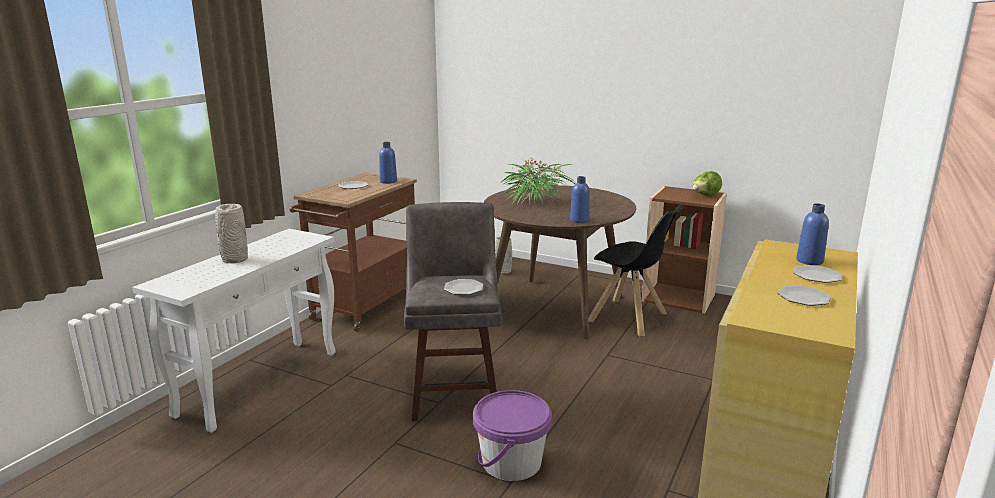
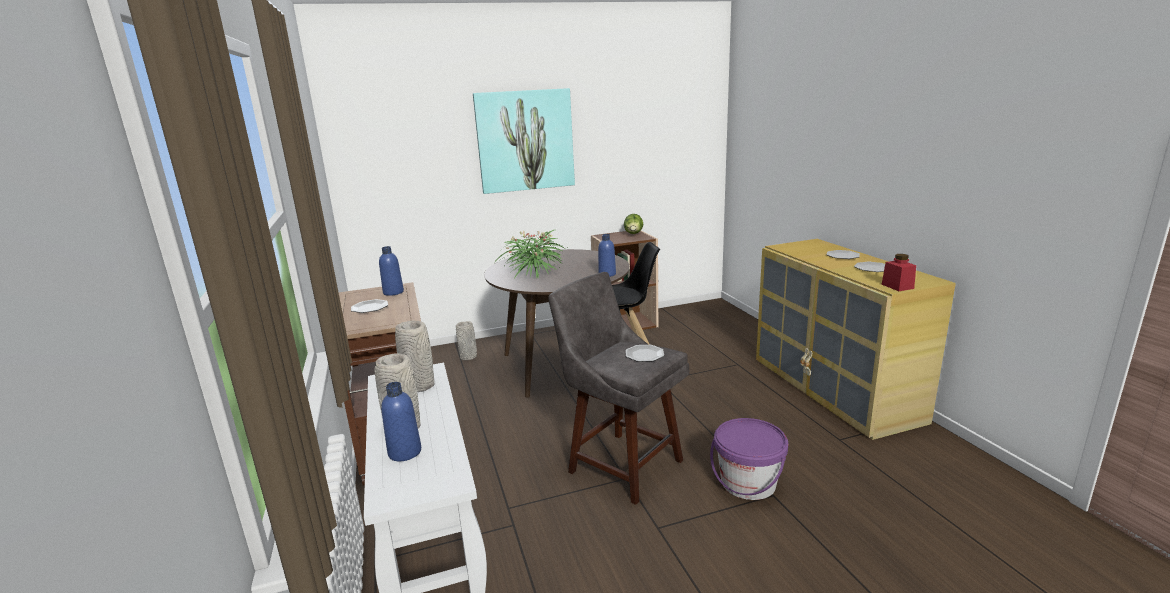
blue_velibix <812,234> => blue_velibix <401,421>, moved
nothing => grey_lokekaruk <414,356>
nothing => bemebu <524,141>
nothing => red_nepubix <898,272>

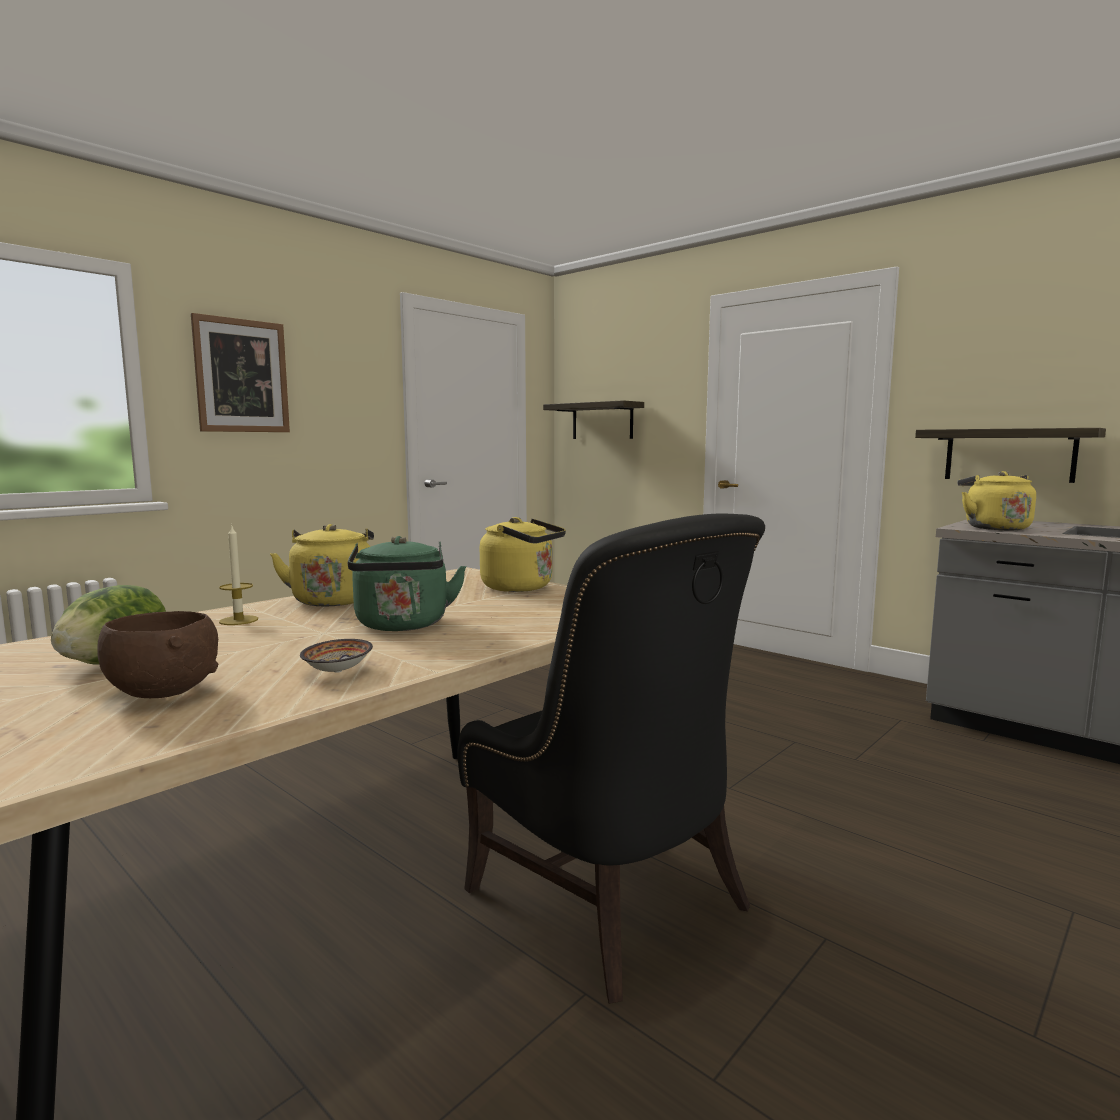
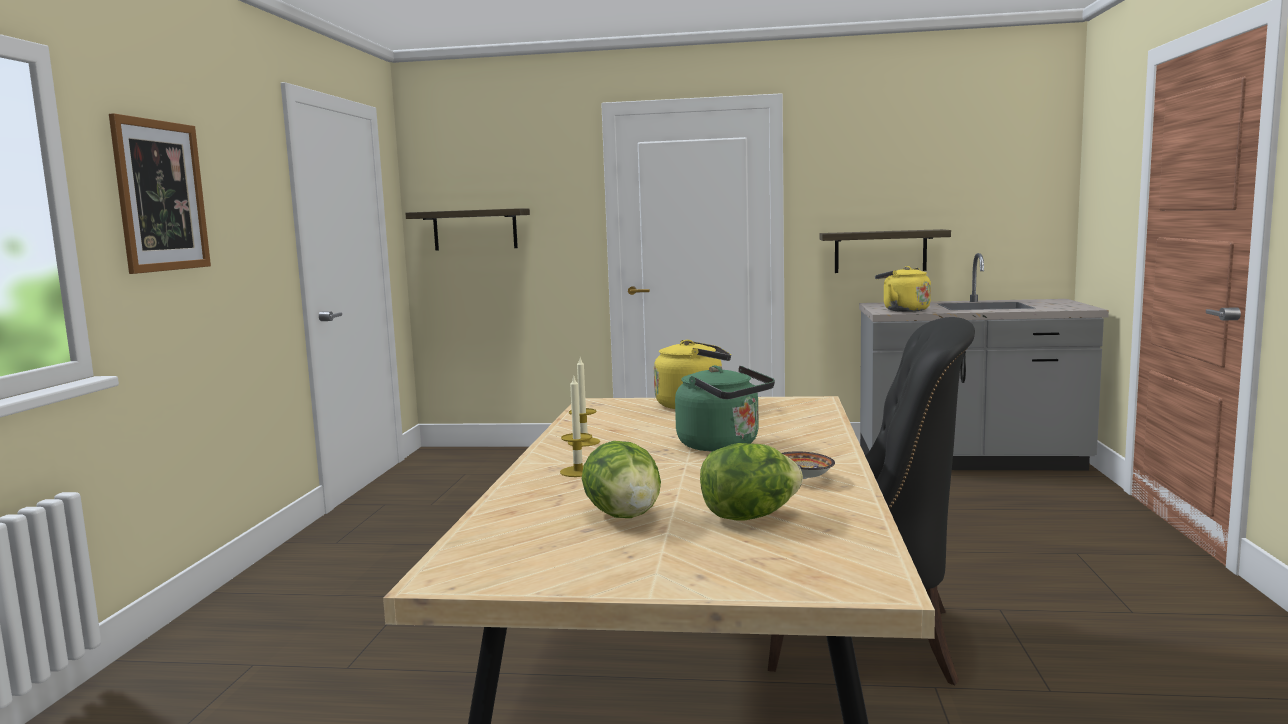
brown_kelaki <158,654> => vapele <751,482>
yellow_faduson <322,565> => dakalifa <584,402>

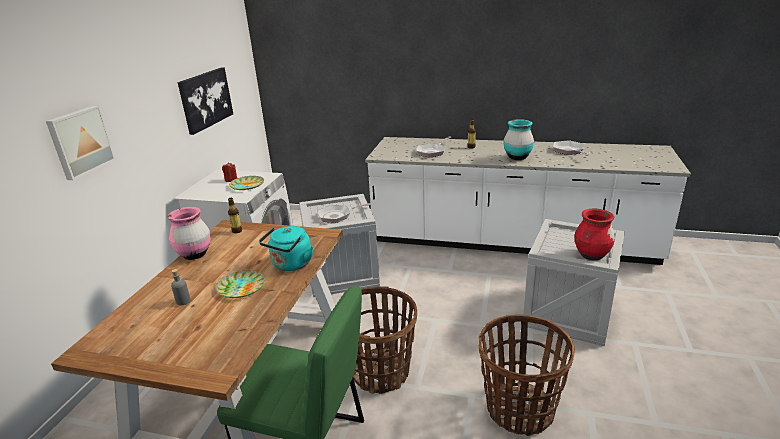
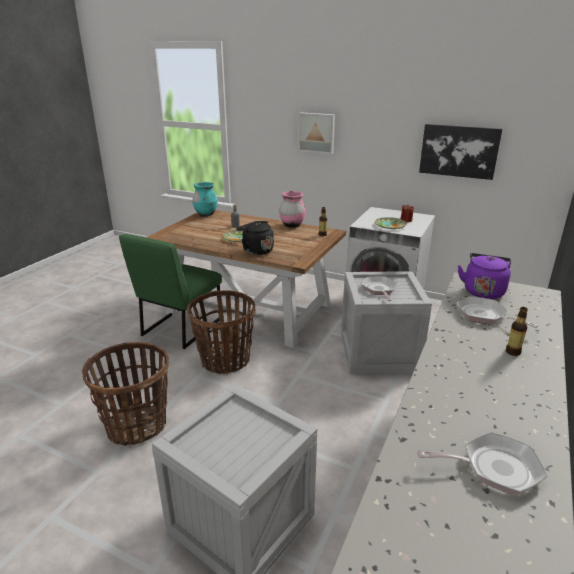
turquoise_faduson <286,248> => black_faduson <255,238>
turquoise_lokekaruk <518,139> => turquoise_lokekaruk <205,199>, moved
red_lokekaruk <595,234> => nothing
nothing => purple_faduson <484,276>

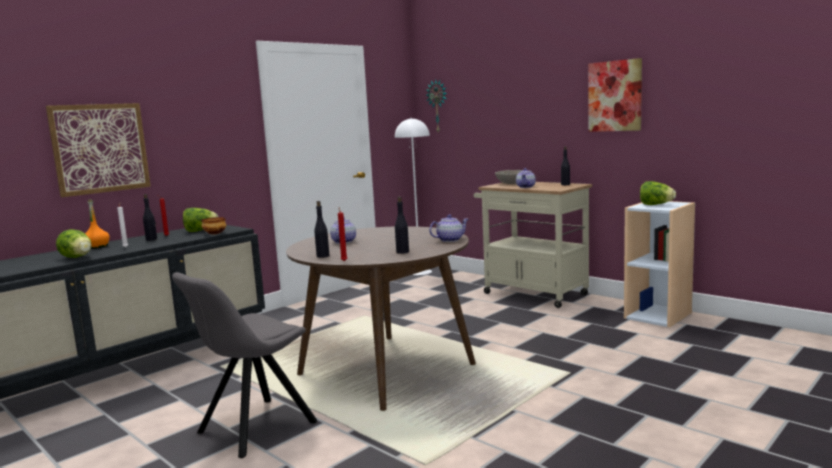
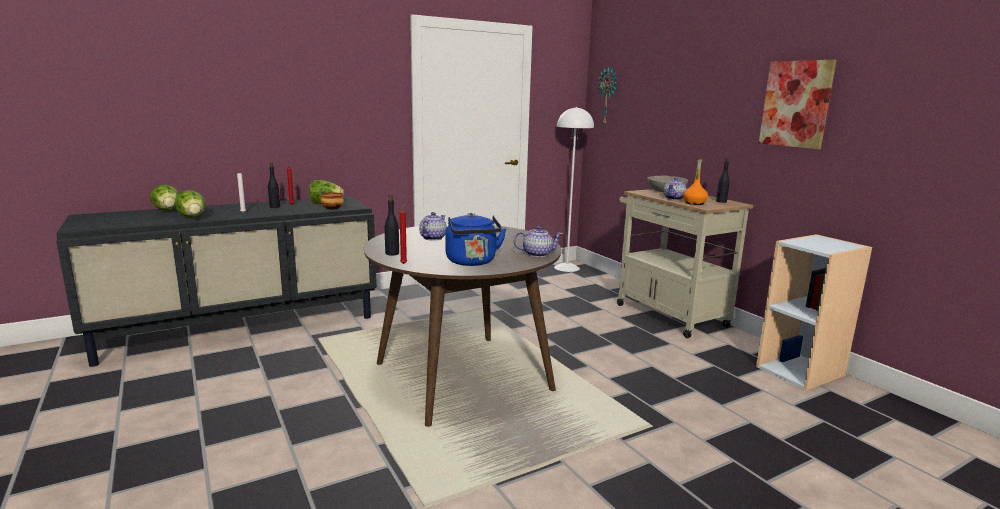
bemebu <98,149> => nothing
orange_velibix <97,224> => orange_velibix <695,181>, moved
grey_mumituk <244,365> => nothing
black_velibix <402,225> => blue_faduson <475,239>
vapele <658,193> => vapele <164,197>, moved

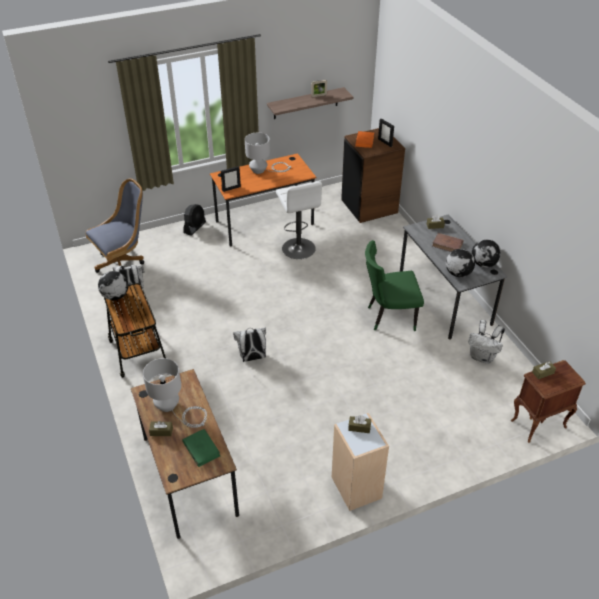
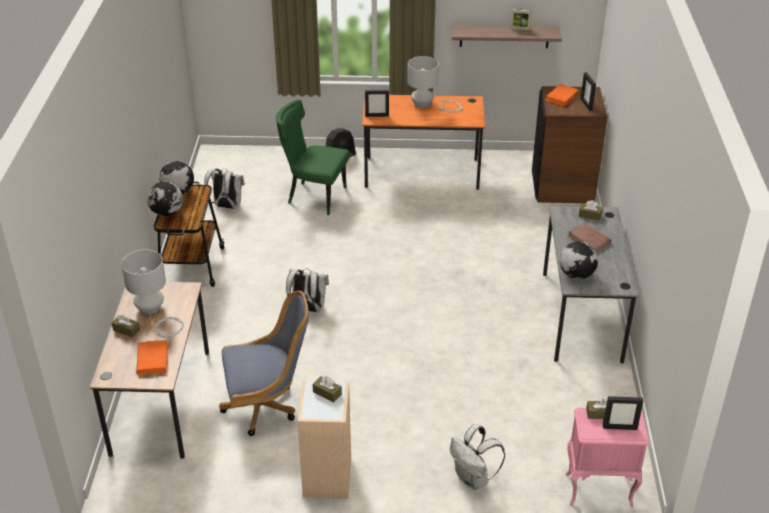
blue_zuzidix <115,225> => blue_zuzidix <264,363>, moved
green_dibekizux <201,448> => orange_dibekizux <152,357>
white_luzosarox <299,220> => nothing
green_mumituk <394,285> => green_mumituk <313,157>, moved
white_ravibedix <486,342> => white_ravibedix <477,457>, moved
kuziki <486,253> => kuziki <165,198>, moved
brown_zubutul <548,401> => pink_zubutul <607,458>
nothing => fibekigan <623,413>

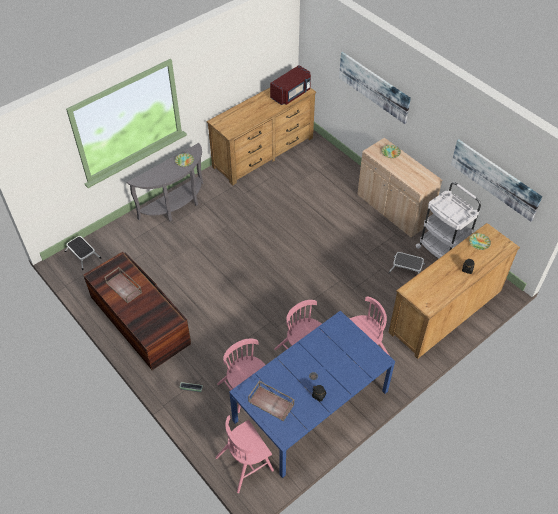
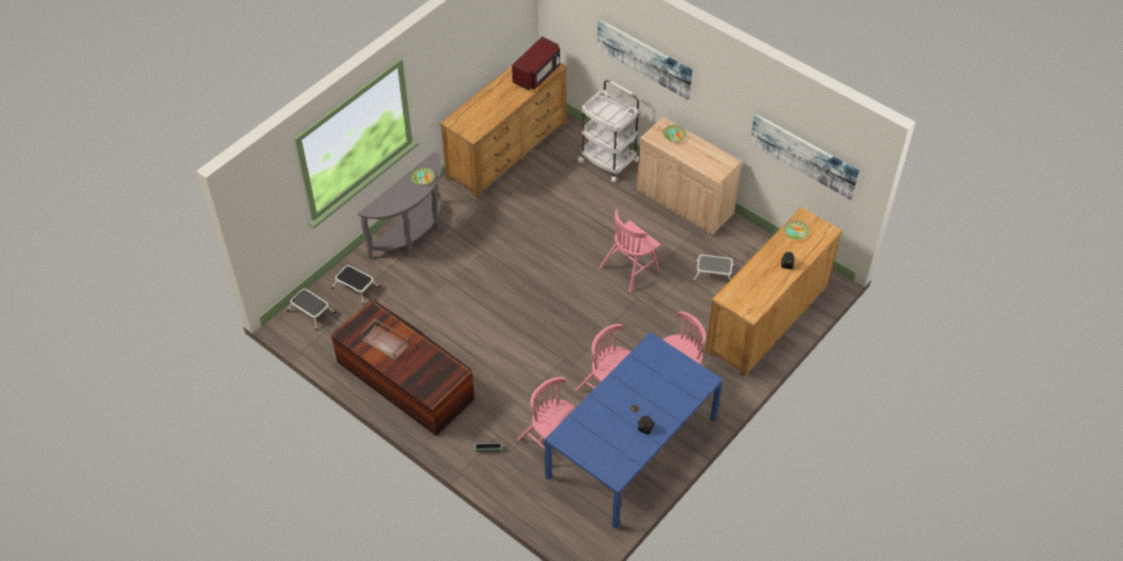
pink_mumituk <244,454> => pink_mumituk <630,251>, moved
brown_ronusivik <271,401> => nothing
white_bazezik <448,220> => white_bazezik <608,131>, moved
nothing => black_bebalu <355,285>

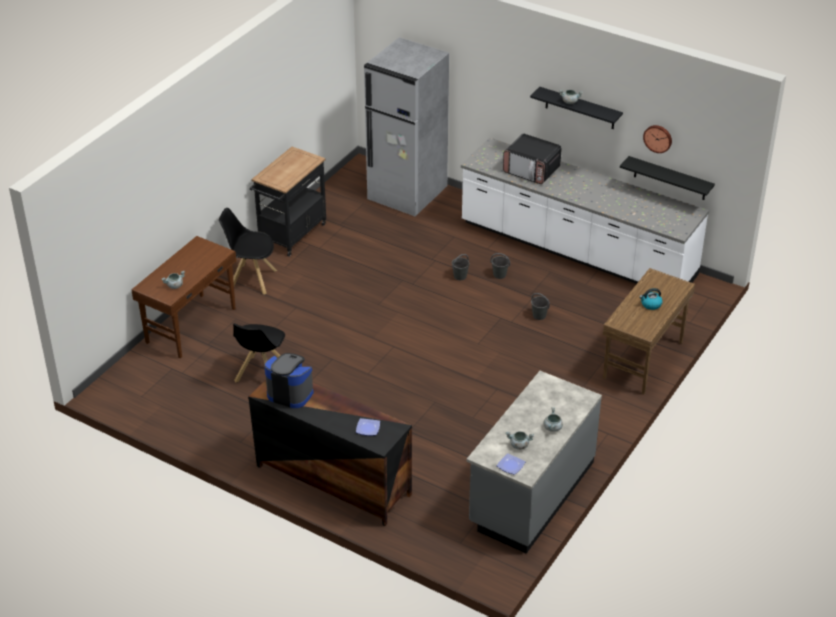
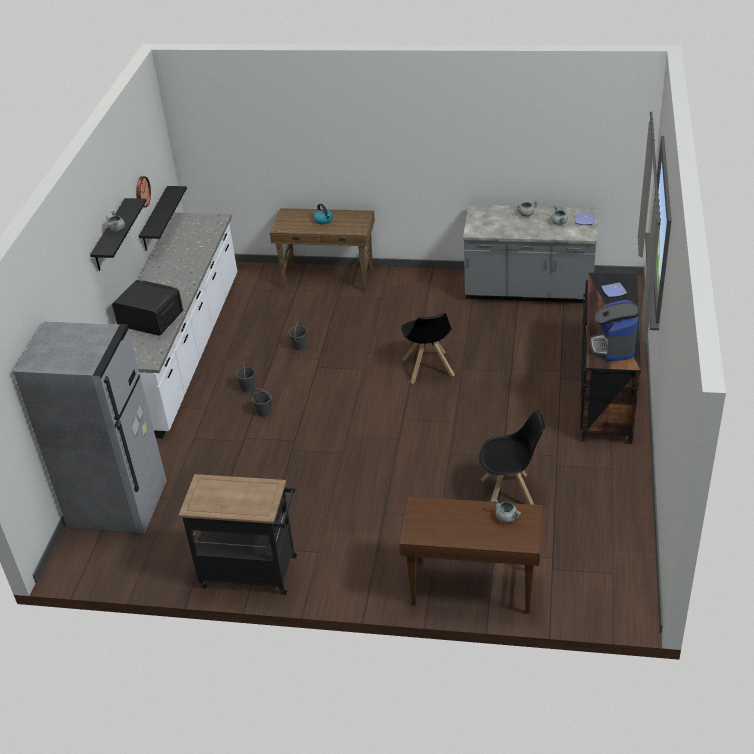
black_mumituk <248,251> => black_mumituk <428,348>, moved
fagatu <532,159> => fagatu <147,307>, 75 degrees counterclockwise

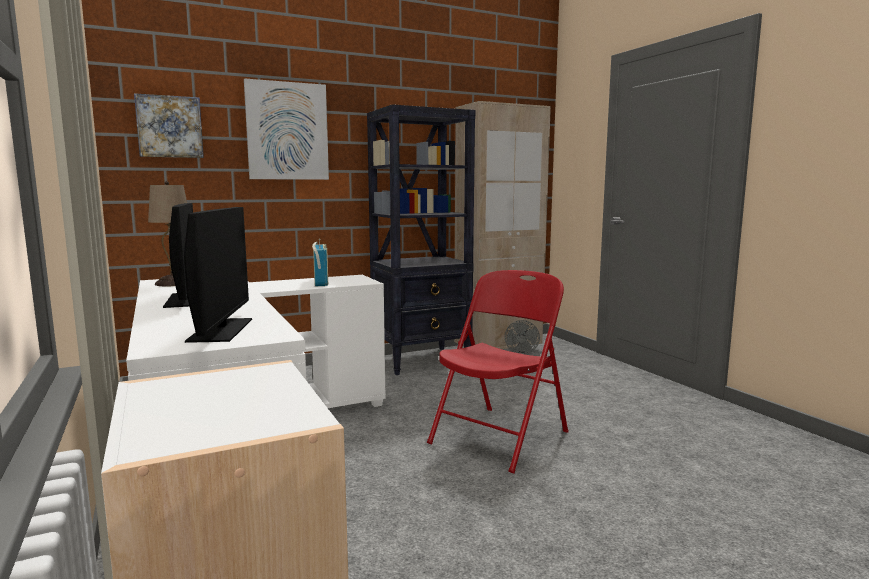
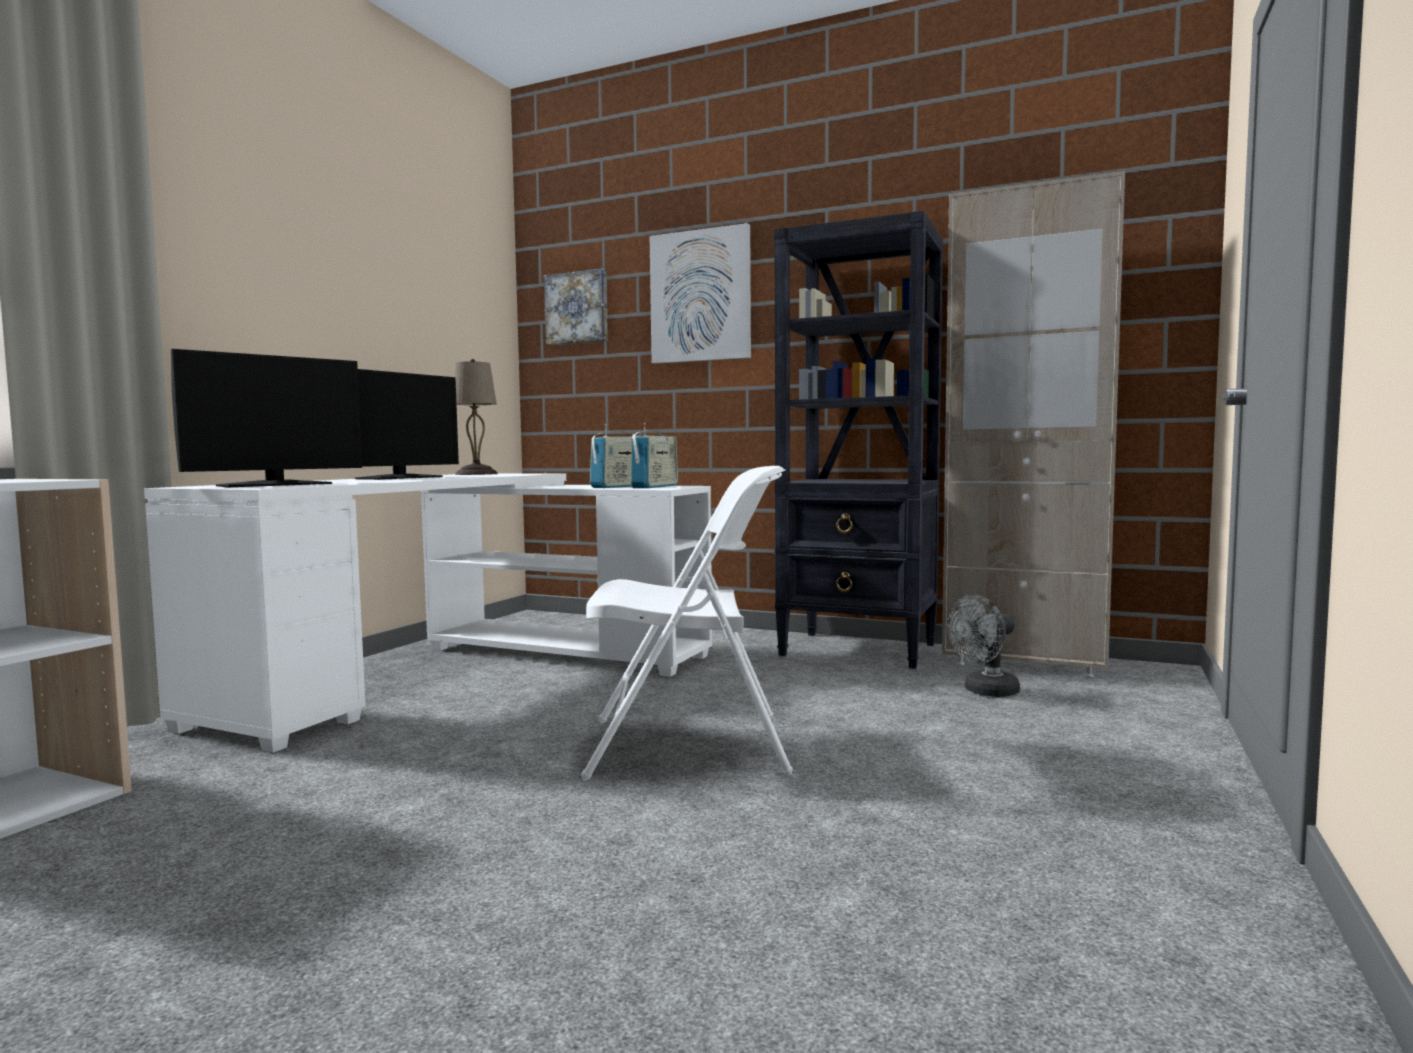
red_mumituk <498,372> => white_mumituk <687,623>
nothing => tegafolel <654,455>

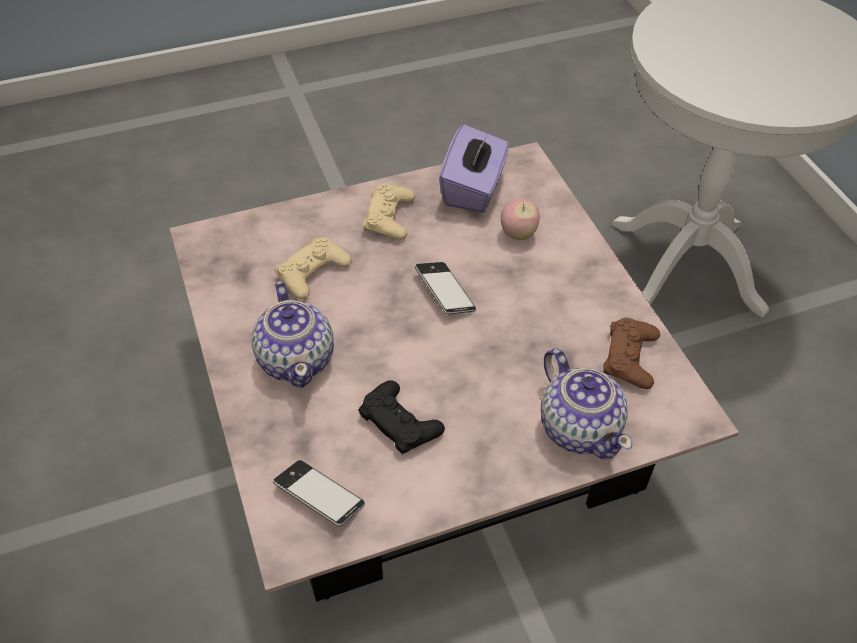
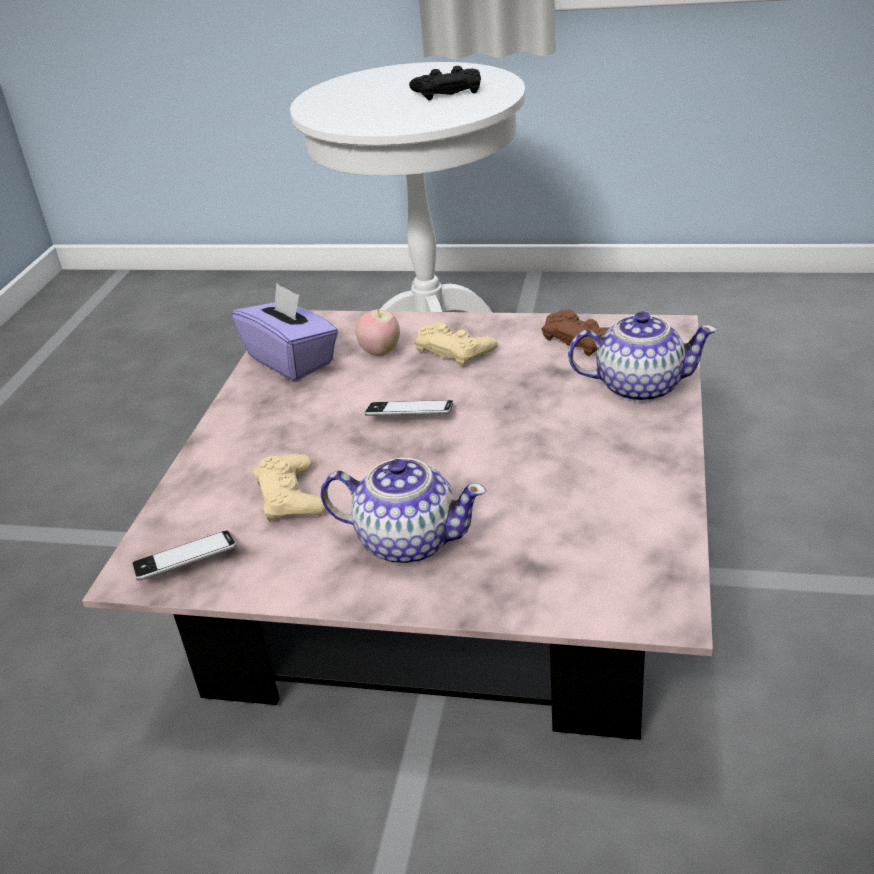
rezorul <319,493> => rezorul <184,555>, moved
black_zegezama <401,417> => black_zegezama <445,83>, moved
beige_zegezama <389,211> => beige_zegezama <456,344>, moved

